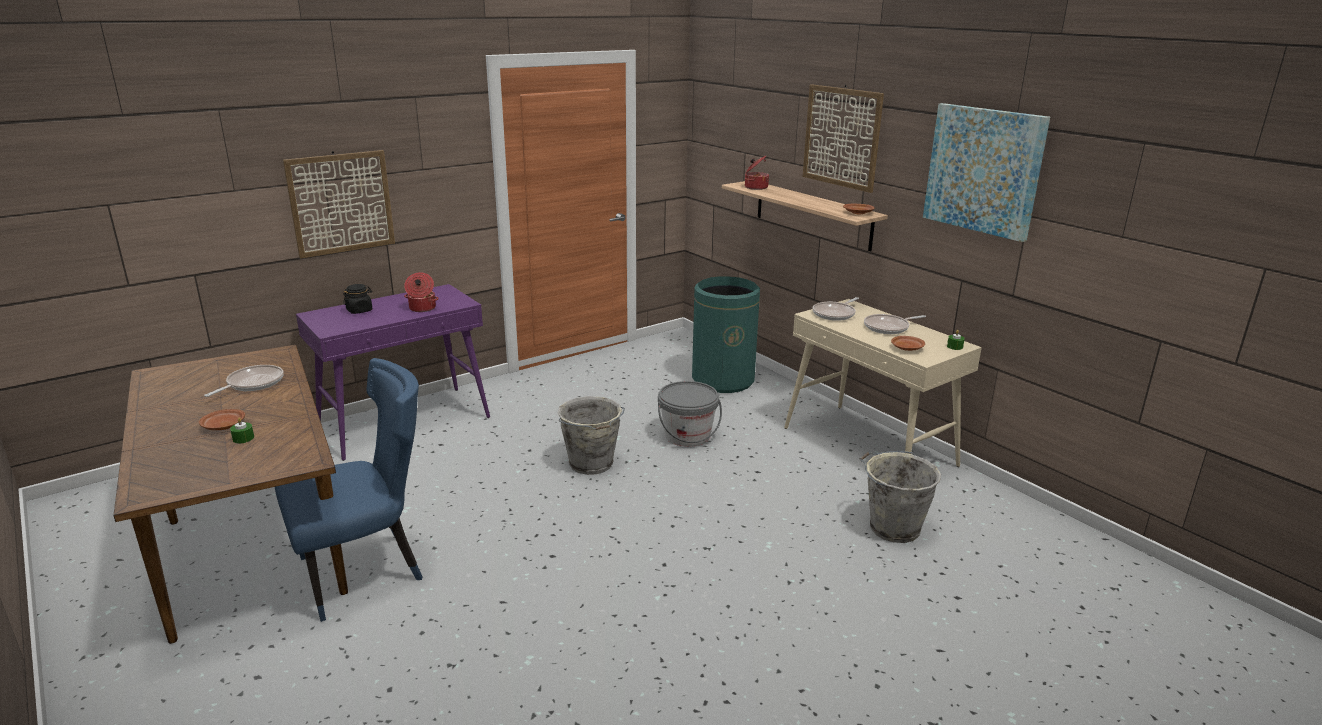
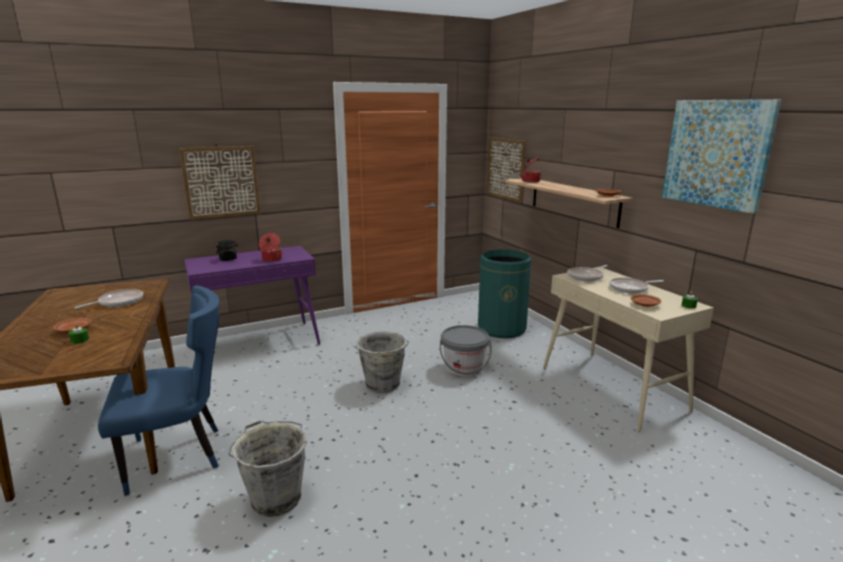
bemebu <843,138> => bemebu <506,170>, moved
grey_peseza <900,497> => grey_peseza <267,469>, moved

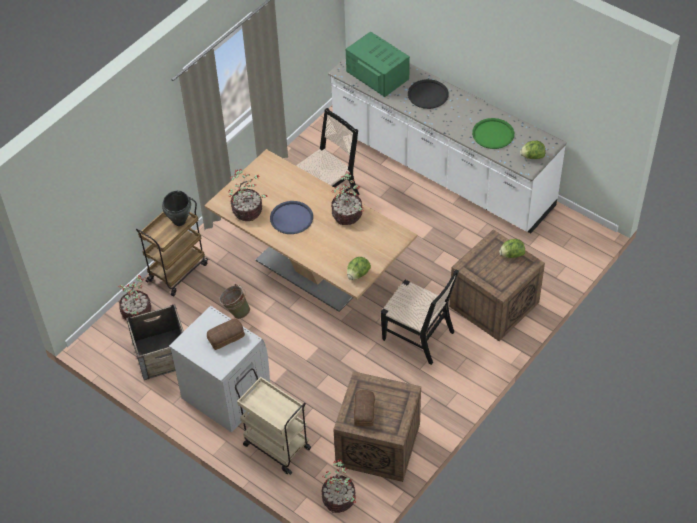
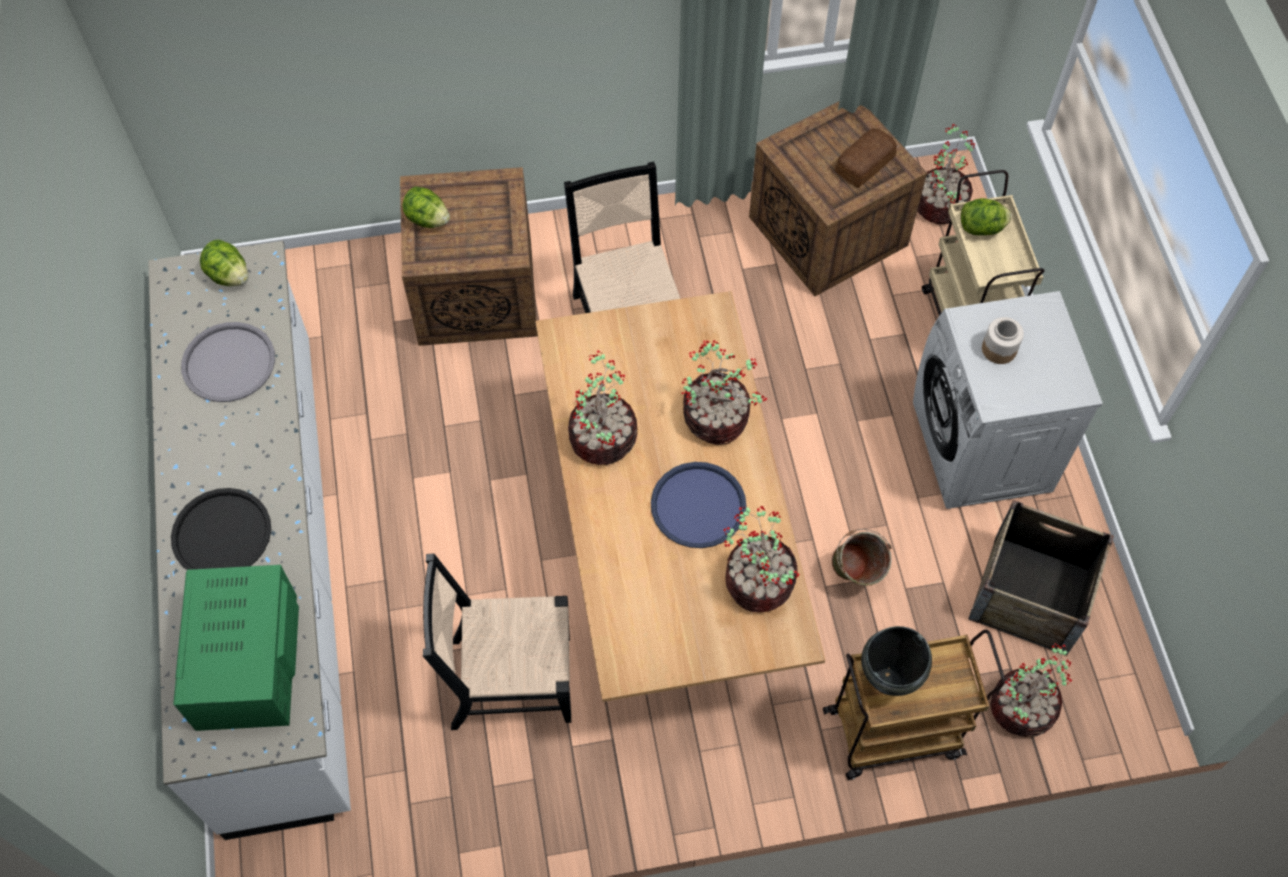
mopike <226,334> => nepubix <1003,340>
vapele <359,268> => vapele <986,216>, moved
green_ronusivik <493,133> => grey_ronusivik <228,362>
nothing => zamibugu <724,392>

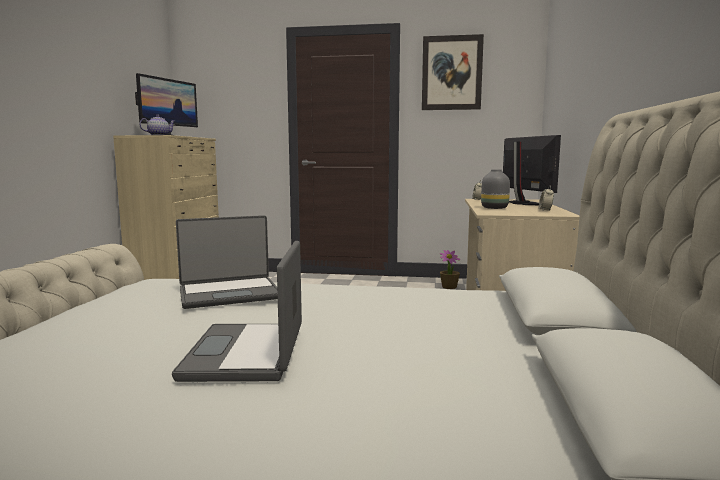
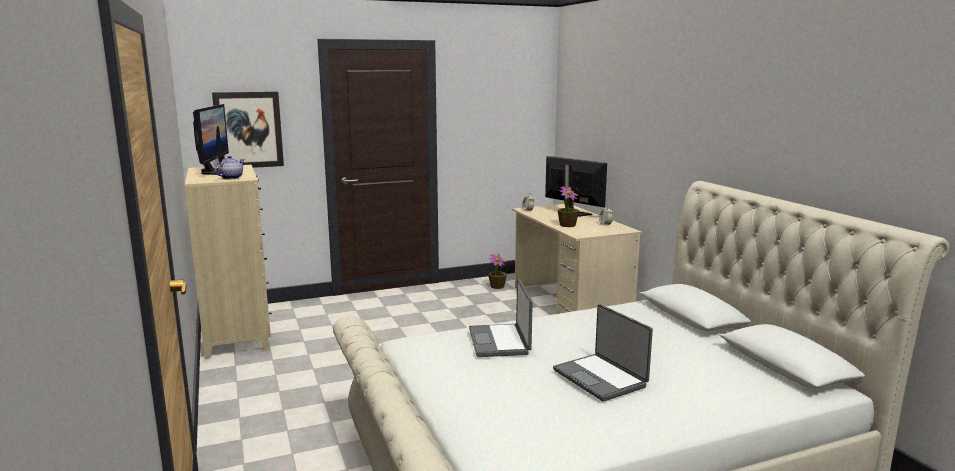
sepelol <227,262> => sepelol <501,318>, 135 degrees clockwise
bemebu <453,72> => bemebu <248,130>, moved
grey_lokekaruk <495,189> => zamibugu <568,206>

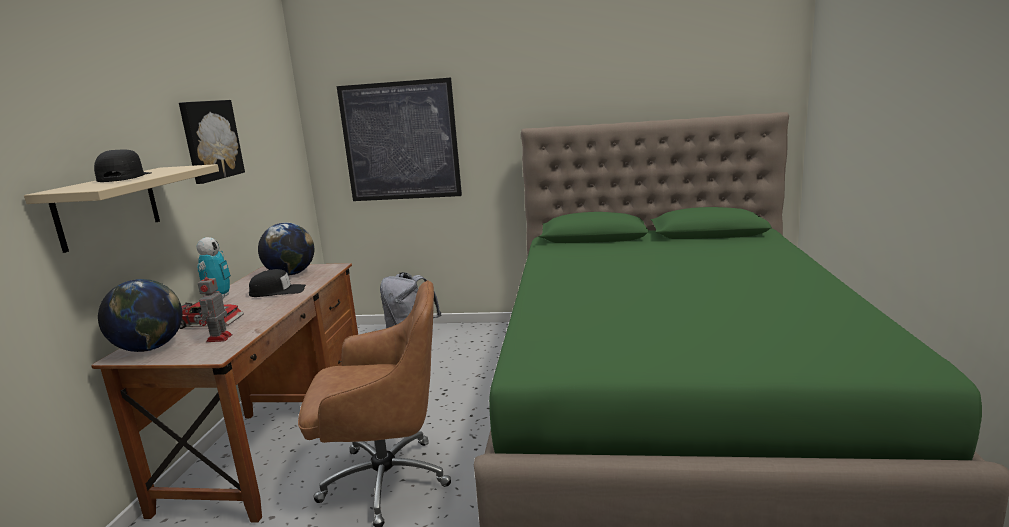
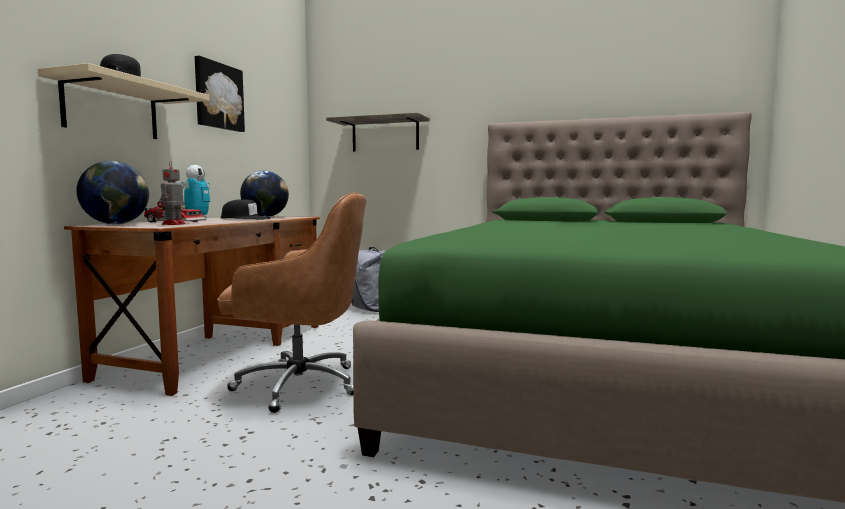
bemebu <399,139> => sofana <378,132>

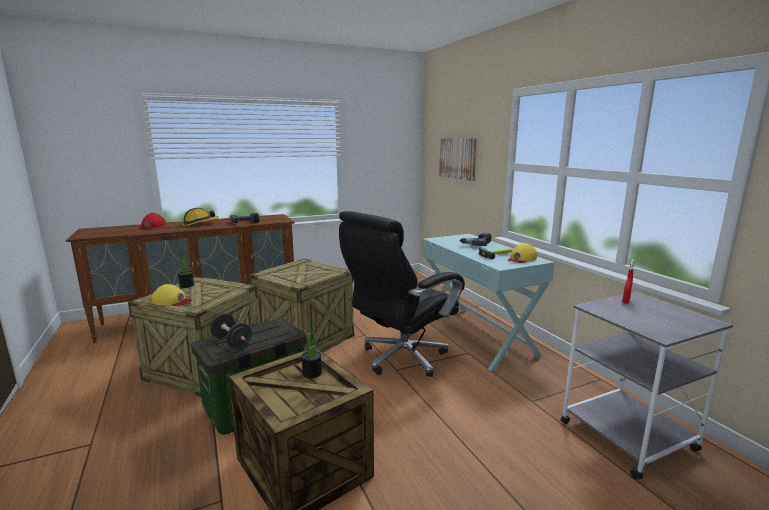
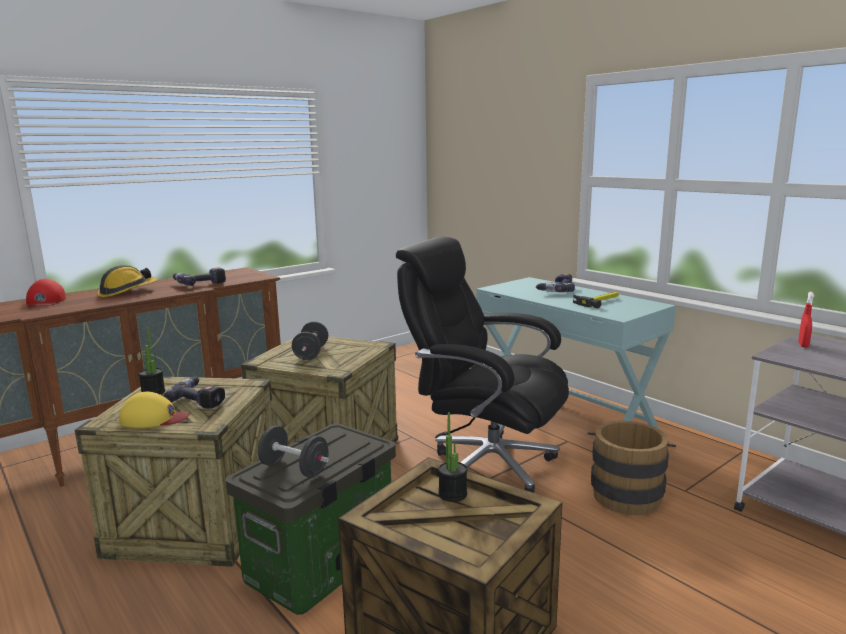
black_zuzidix <402,294> => black_zuzidix <482,364>, 90 degrees clockwise
bemebu <458,159> => nothing
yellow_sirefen <522,253> => nothing
nothing => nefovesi <194,393>
nothing => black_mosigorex <310,340>
nothing => brown_peseza <632,468>

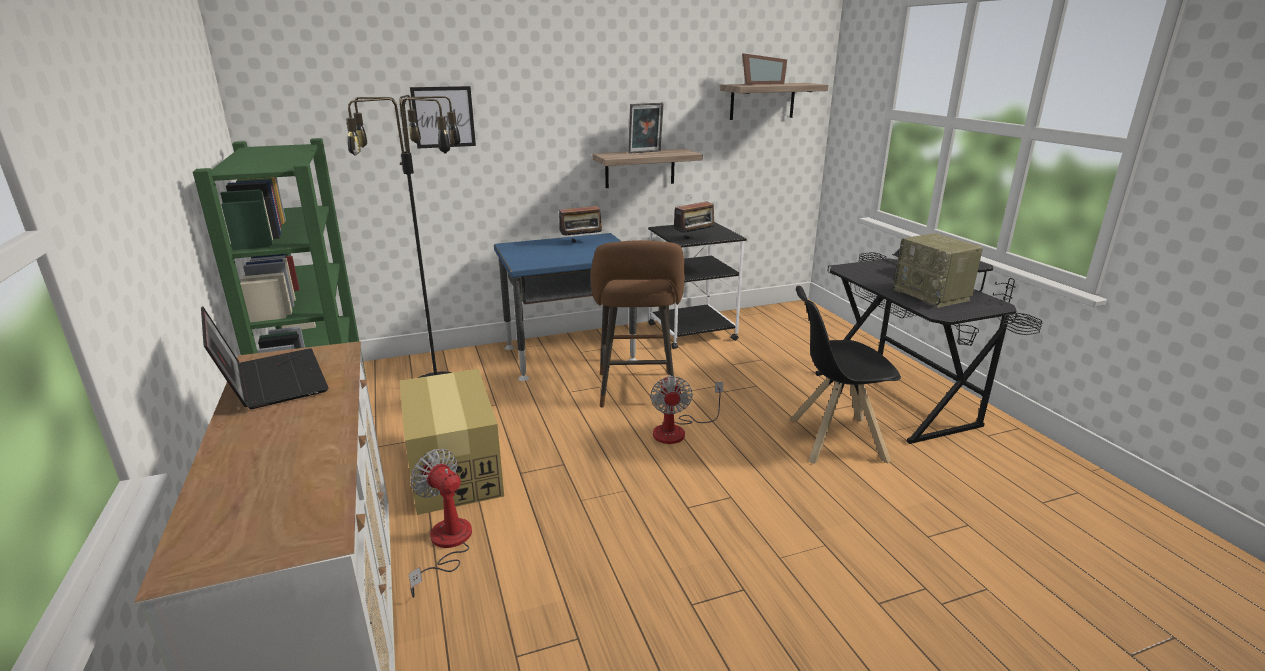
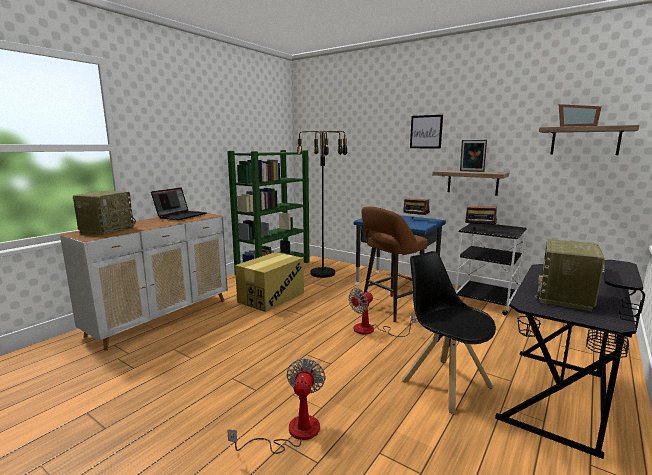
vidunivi <440,523> => vidunivi <276,406>, moved
bemebu <443,117> => bemebu <426,132>, moved
nothing => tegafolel <104,213>

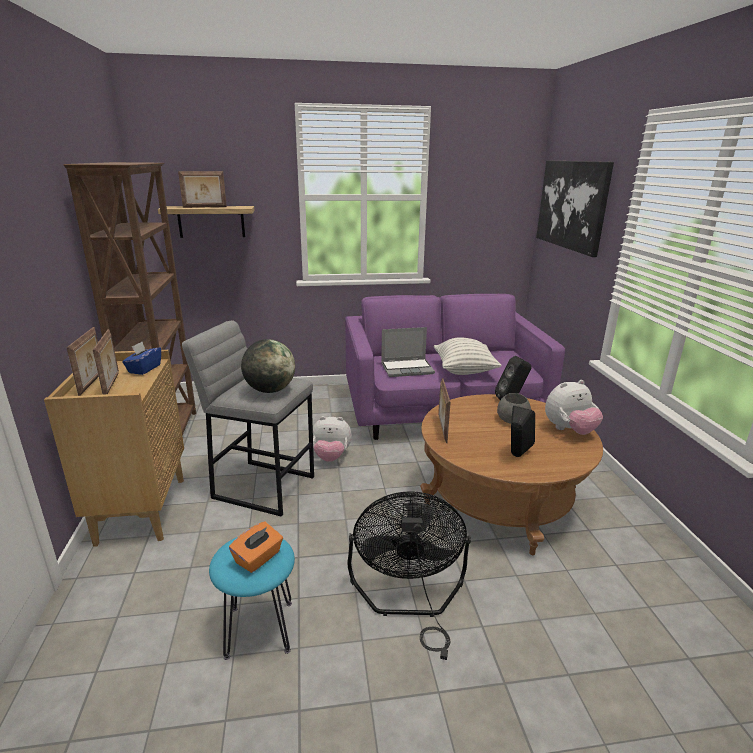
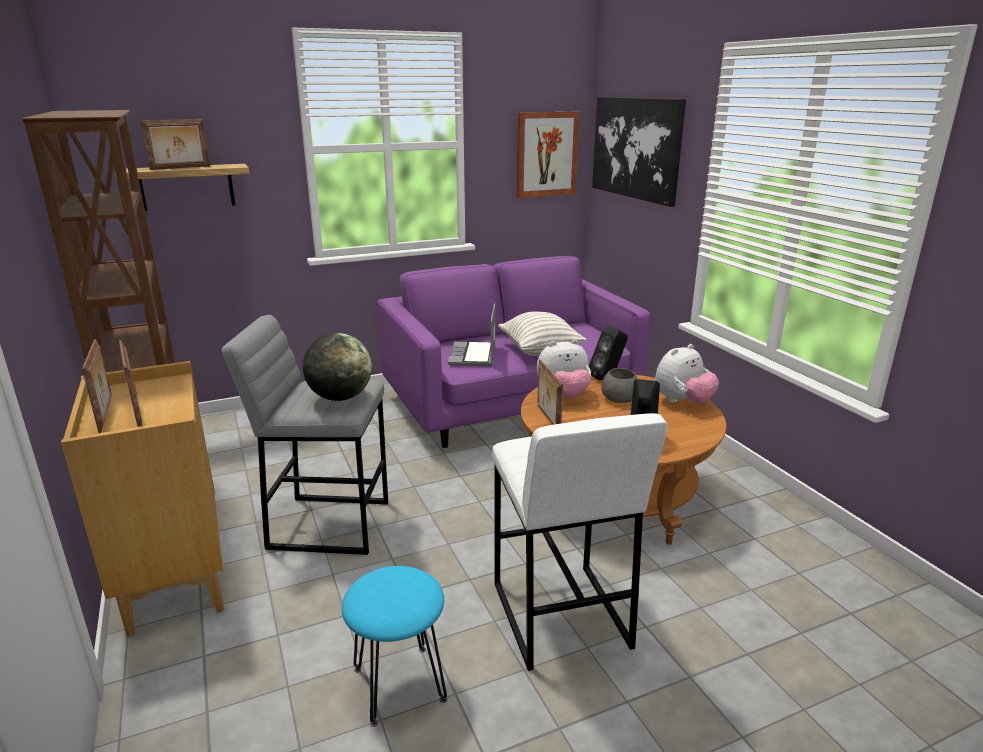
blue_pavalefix <141,358> => nothing
orange_pavalefix <256,547> => nothing
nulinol <332,439> => nulinol <564,369>, moved
black_vidunivi <409,576> => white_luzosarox <580,542>
sepelol <408,352> => sepelol <471,334>, 120 degrees clockwise
nothing => bemebu <548,155>

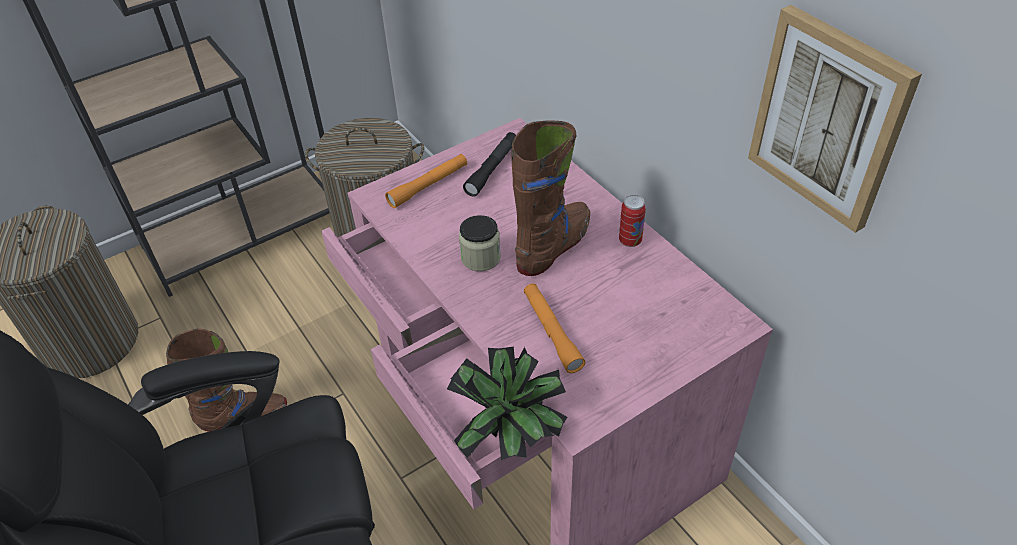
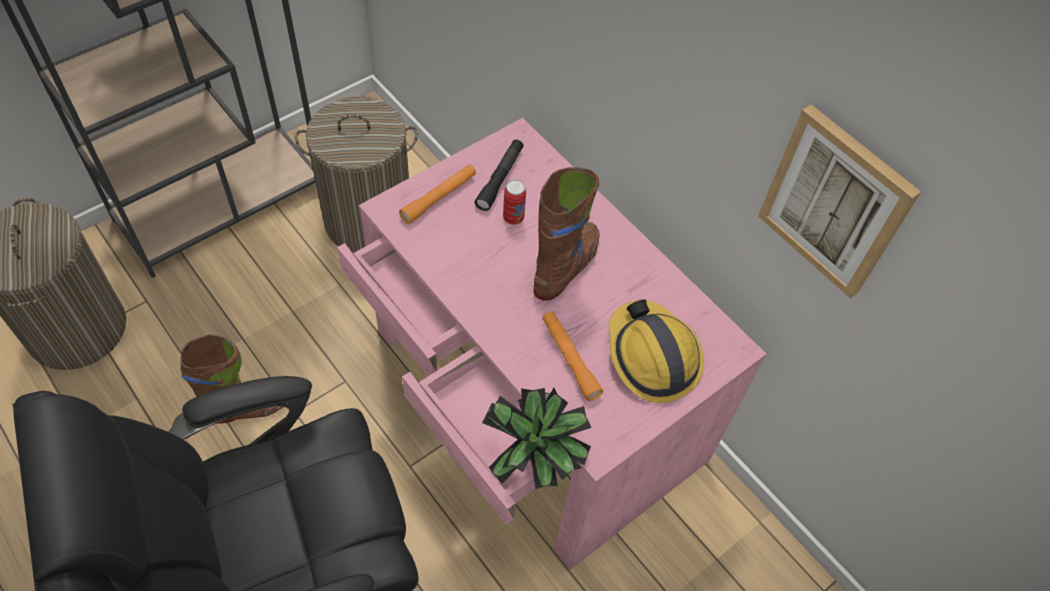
nepubix <480,243> => nothing
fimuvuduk <632,221> => fimuvuduk <514,202>, moved
nothing => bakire <656,351>

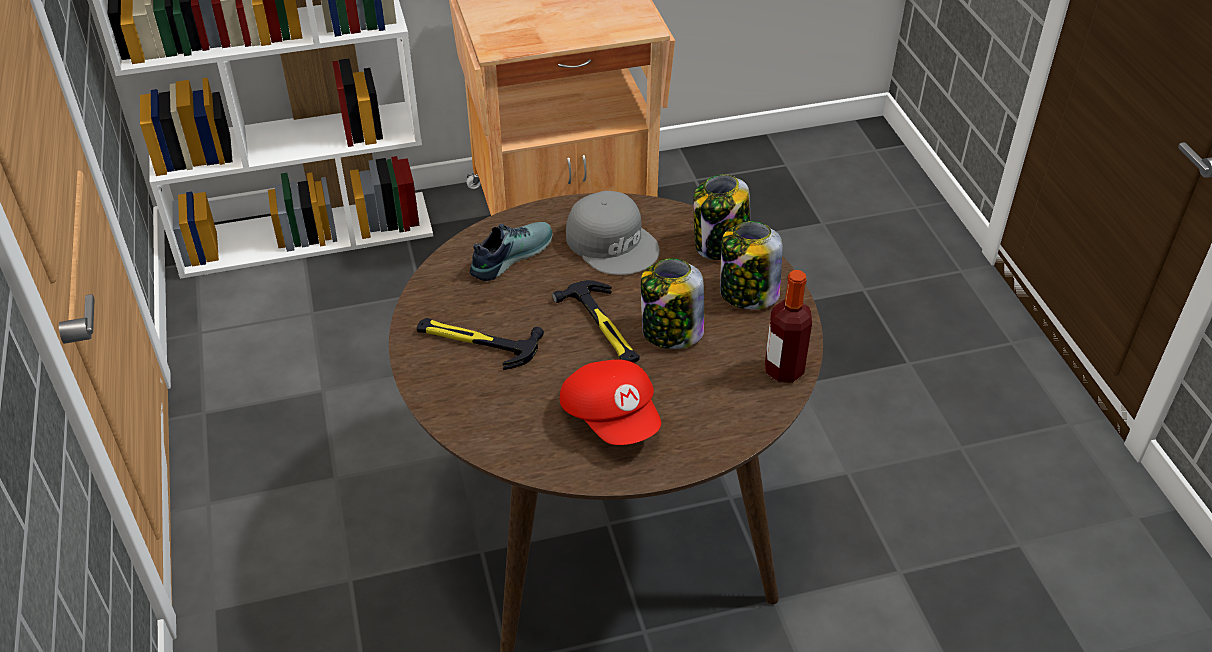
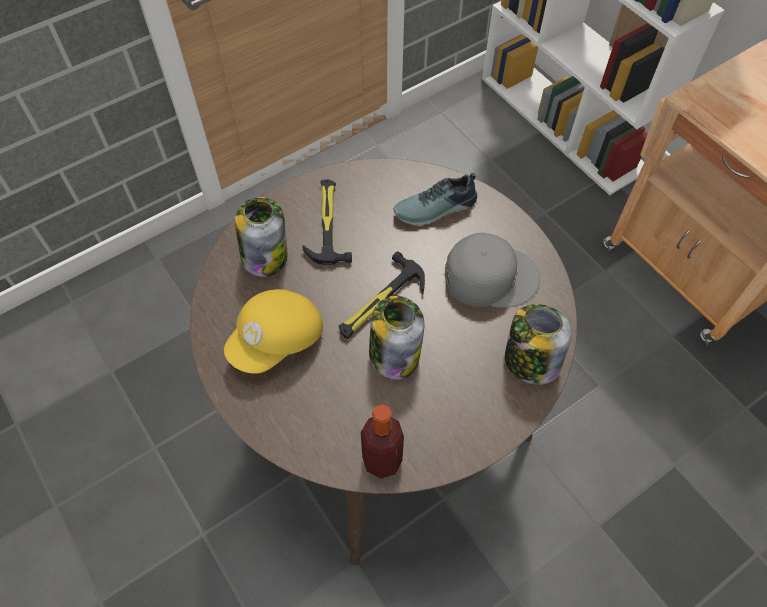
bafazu <511,251> => bafazu <435,199>, 135 degrees clockwise
red_sirefen <610,402> => yellow_sirefen <273,331>
grey_sirefen <613,233> => grey_sirefen <492,270>, 120 degrees counterclockwise
nepubix <751,265> => nepubix <261,237>, moved

